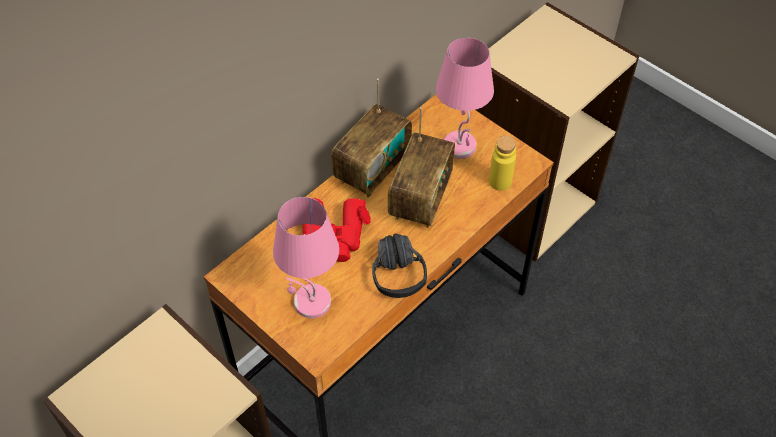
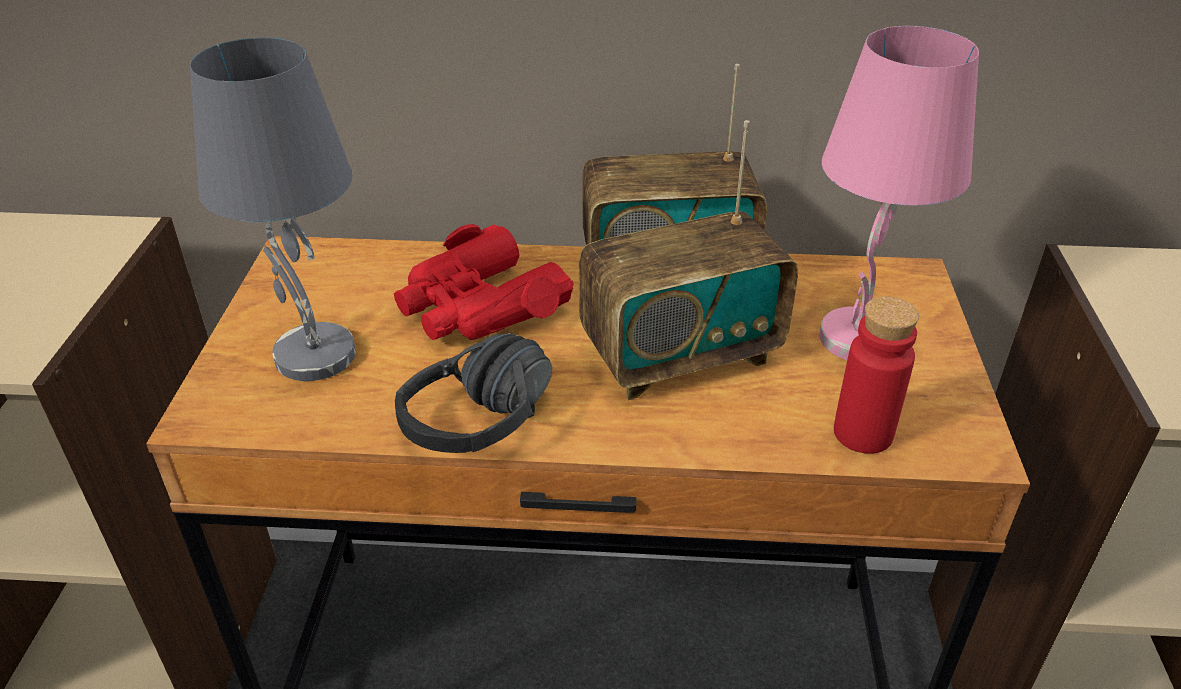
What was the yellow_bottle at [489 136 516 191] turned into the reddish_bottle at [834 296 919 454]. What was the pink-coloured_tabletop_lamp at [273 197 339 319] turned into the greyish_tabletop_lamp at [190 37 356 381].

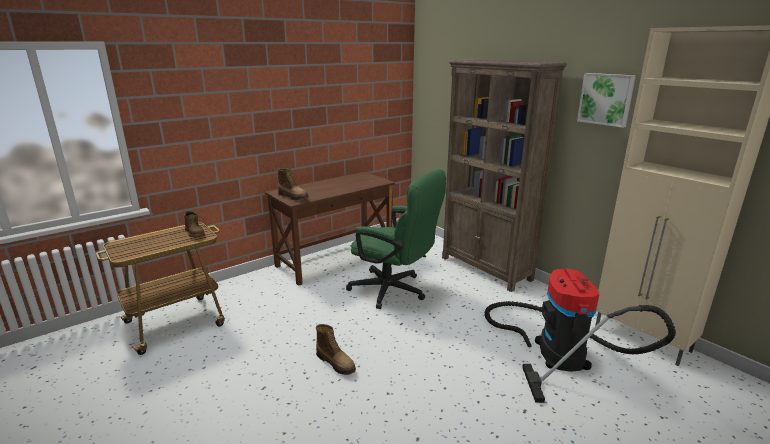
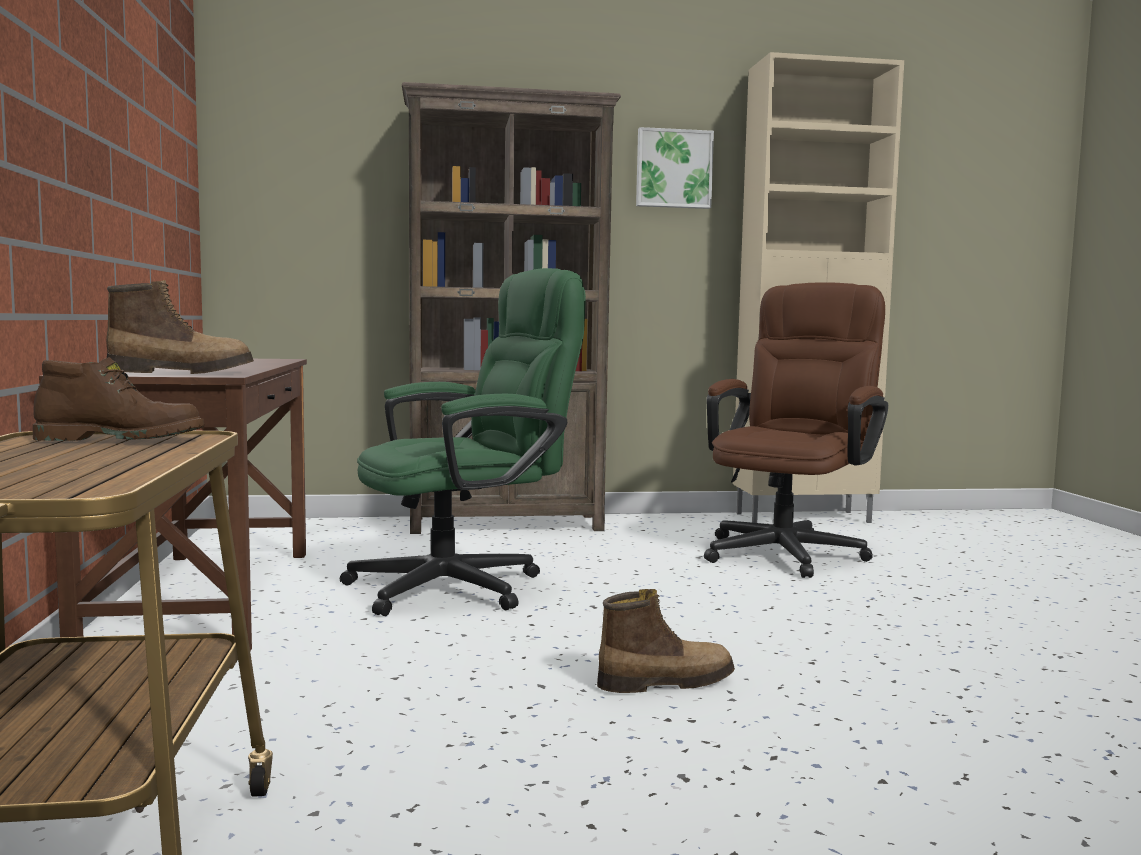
Where the vacuum stood at [485 268 676 403], the brown-coloured_desk_chair came to stand at [704 282 888 578].

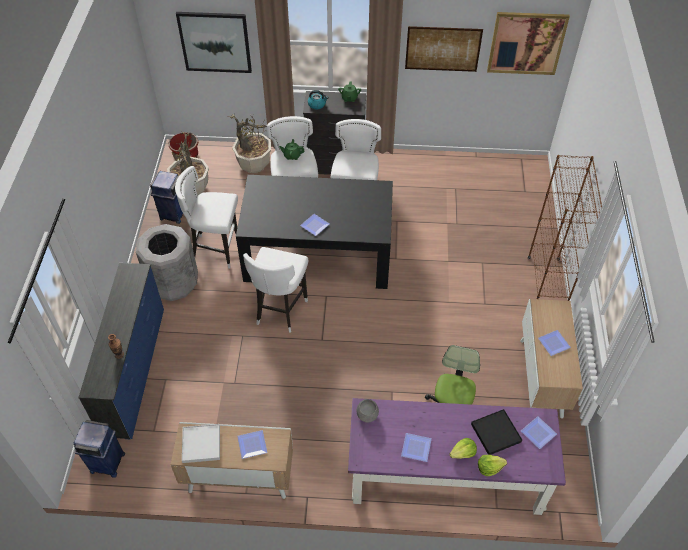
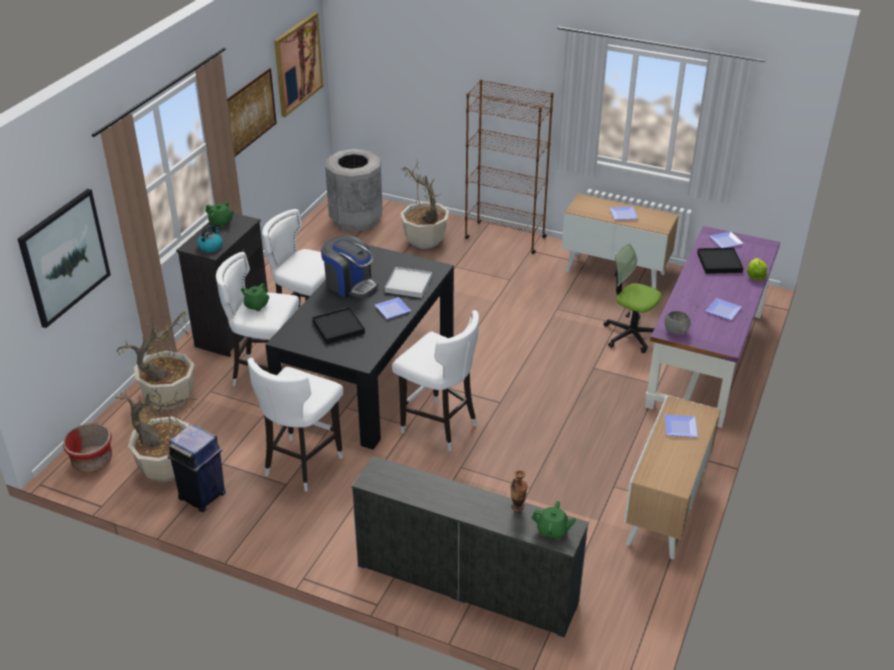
The greyish_rubbish_bin ended up elsewhere, having gone from [136 224 198 301] to [325 149 383 232]. The second view lost the bluish_rubbish_bin at [74 420 125 478]. The white_tray ended up elsewhere, having gone from [182 424 220 463] to [385 267 432 298]. The second view lost the lettuce_head at [449 438 477 459]. The second view gained the potted_plant at [400 160 449 249]. The second view gained the coffee_maker at [321 235 378 298]. The second view gained the blackish_tray at [312 307 365 344]. The second view gained the greenish_teapot at [532 501 576 539].

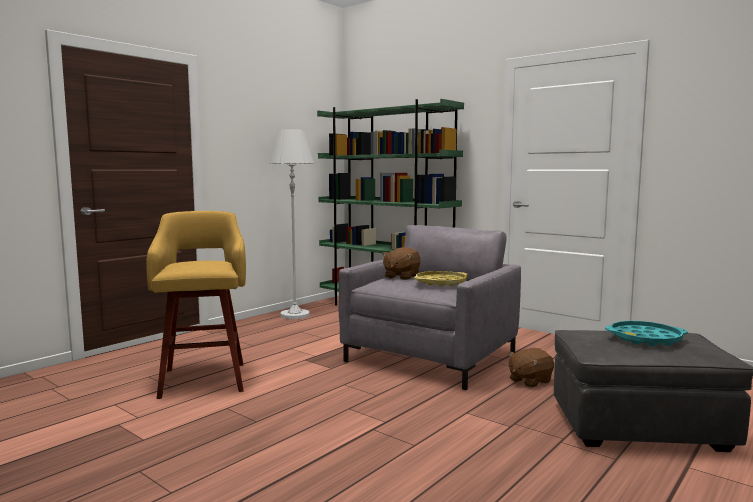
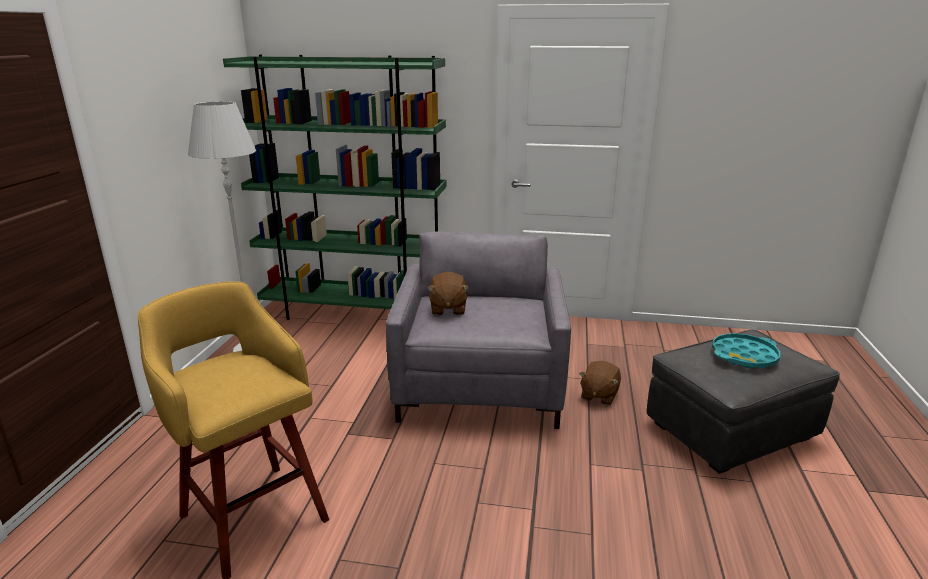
The second view lost the yellow_tray at [414 271 468 287].

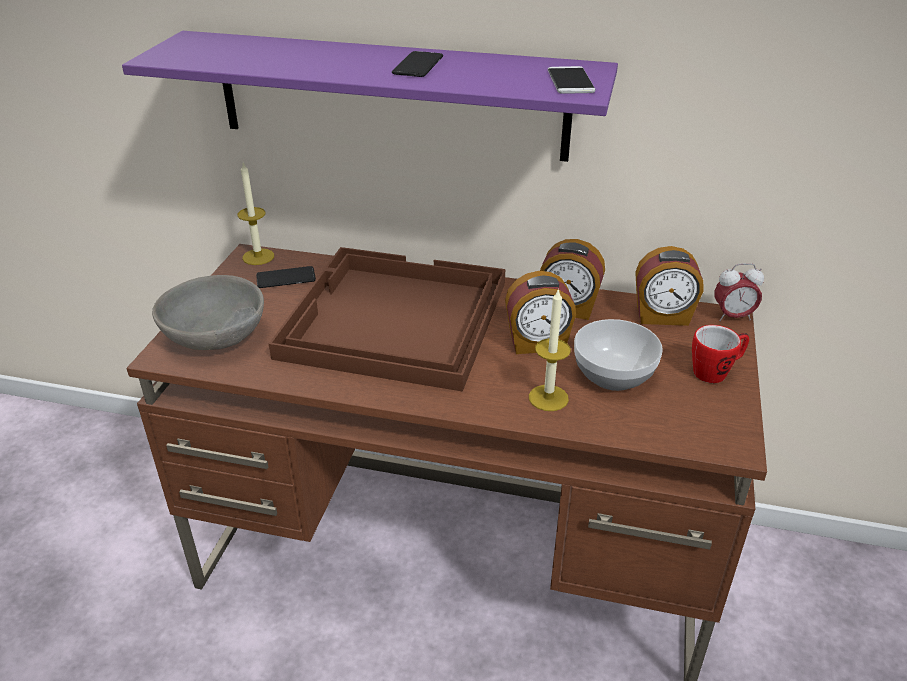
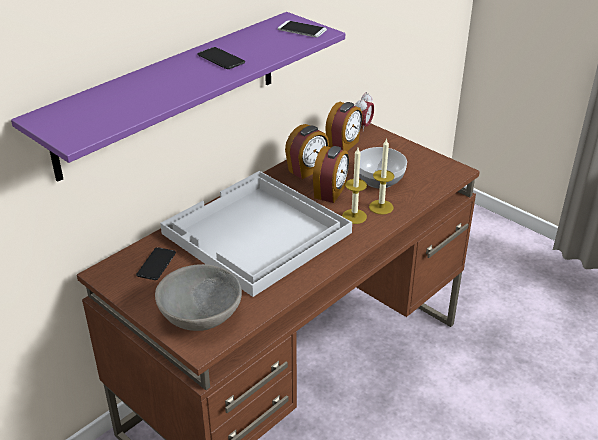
The wax_light ended up elsewhere, having gone from [237 163 274 265] to [342 148 367 224]. What was the brown-coloured_tray at [269 247 505 392] turned into the white_tray at [160 171 352 297]. The second view lost the coffee_mug at [692 325 749 383].

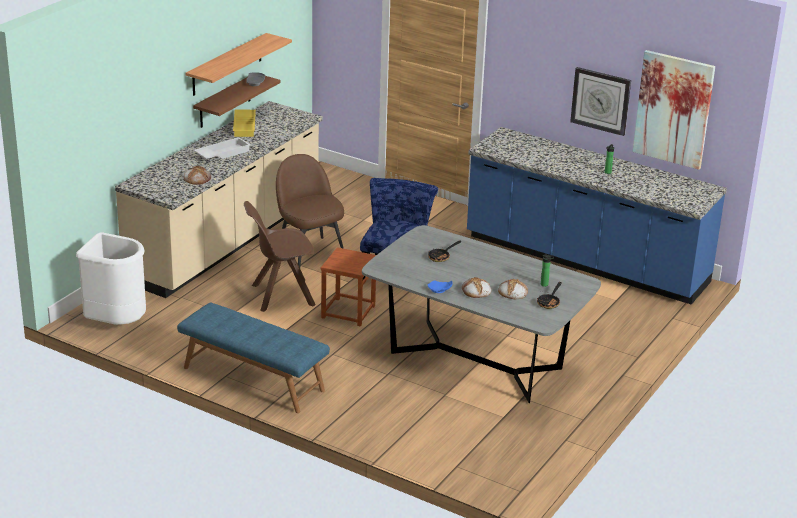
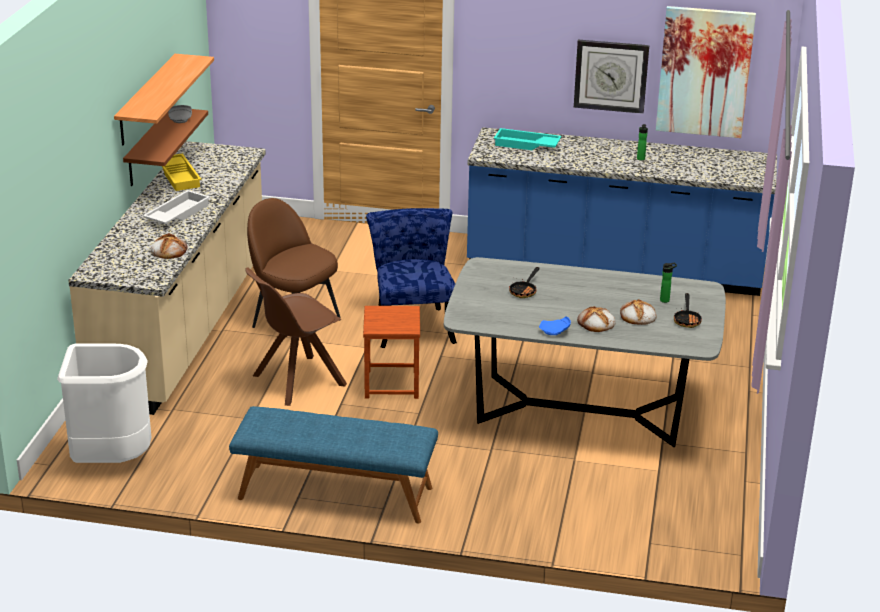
The second view gained the turquoise-coloured_tray at [494 128 561 150].

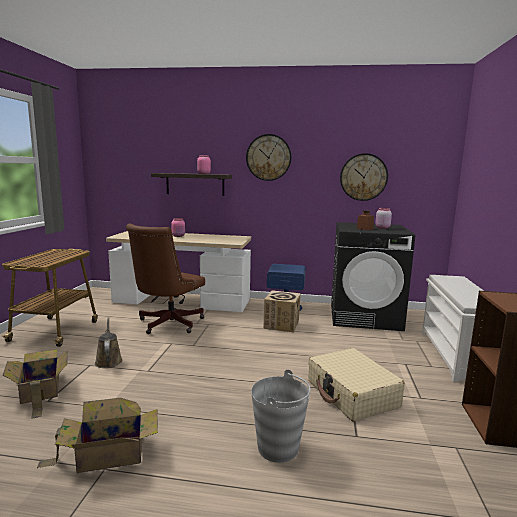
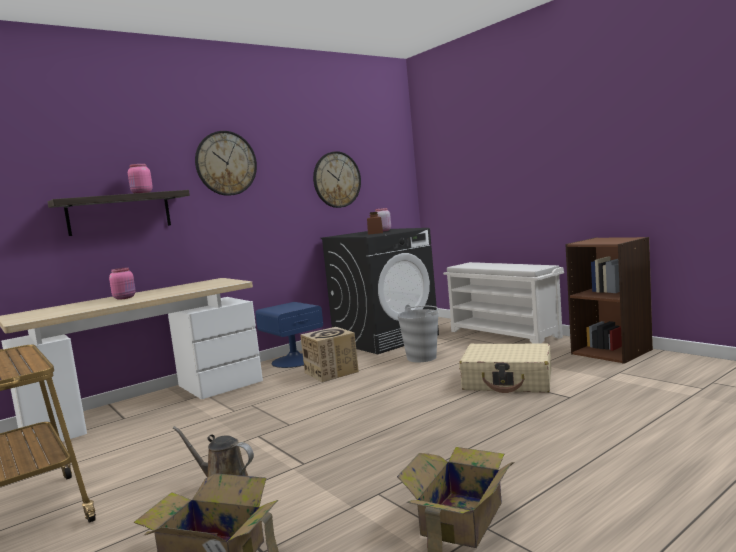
The second view lost the brown-coloured_desk_chair at [126 224 205 334]. The greyish_pail ended up elsewhere, having gone from [251 369 311 463] to [397 305 438 362].

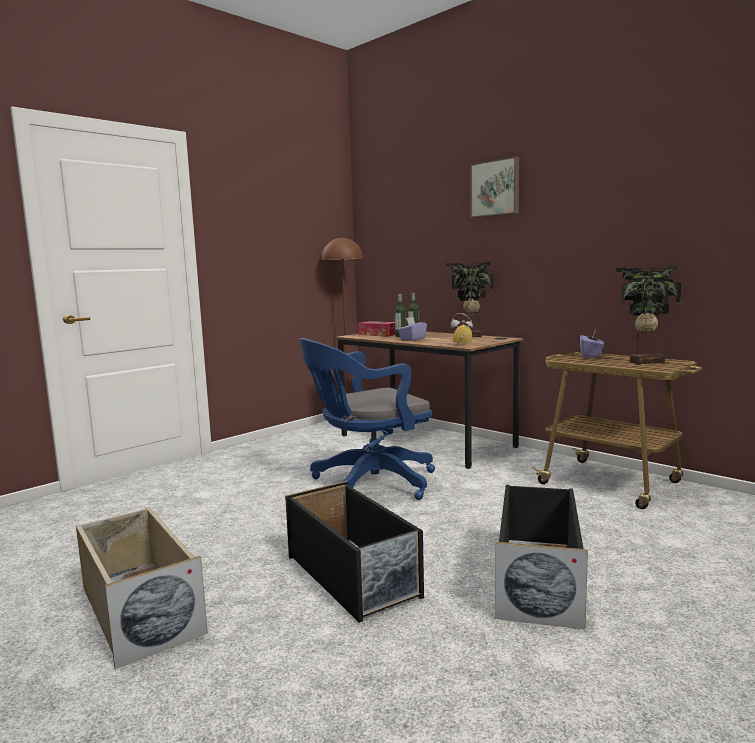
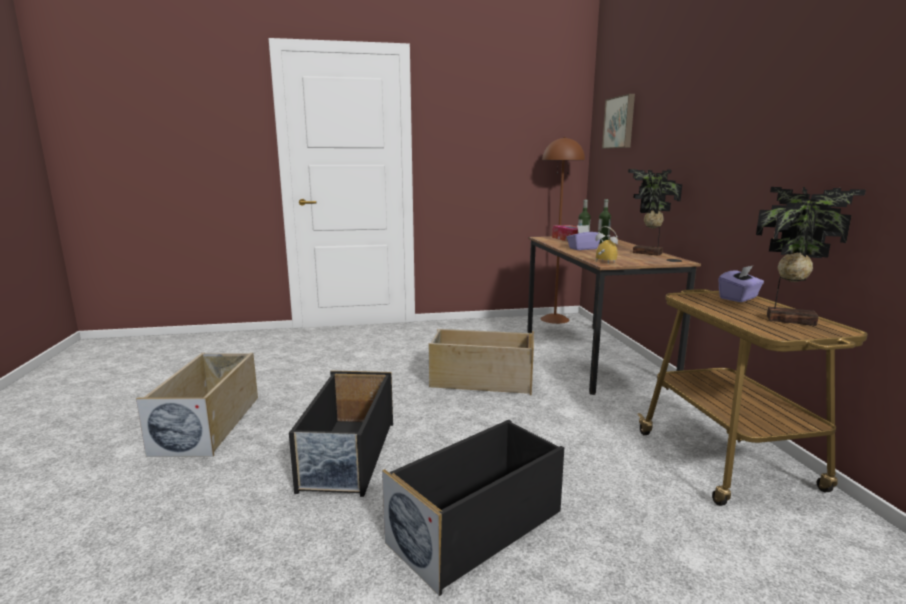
The picture ended up elsewhere, having gone from [470 156 519 218] to [602 94 635 149]. Where the bluish_desk_chair stood at [300 338 435 500], the beige_storage_bin came to stand at [429 329 534 395].

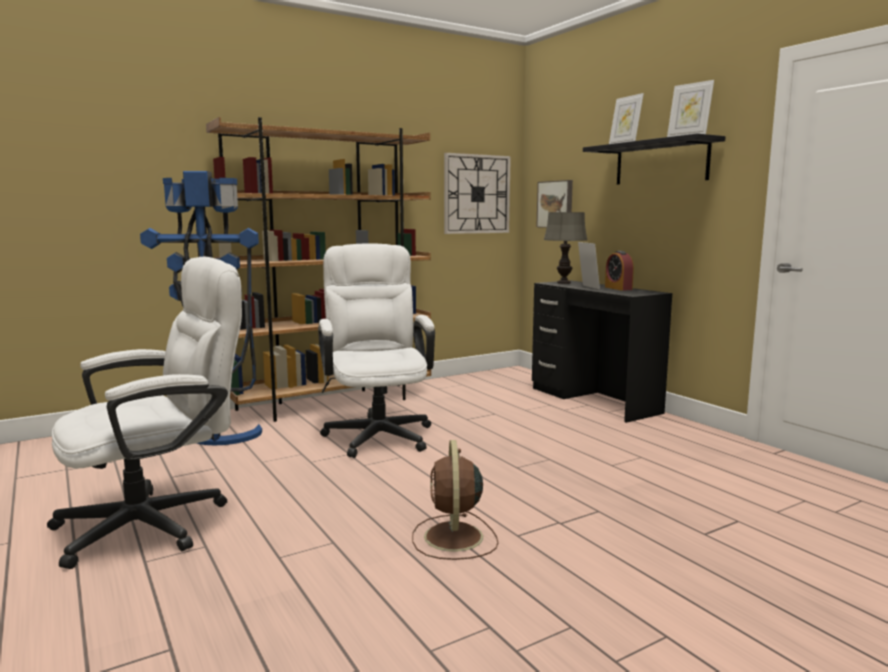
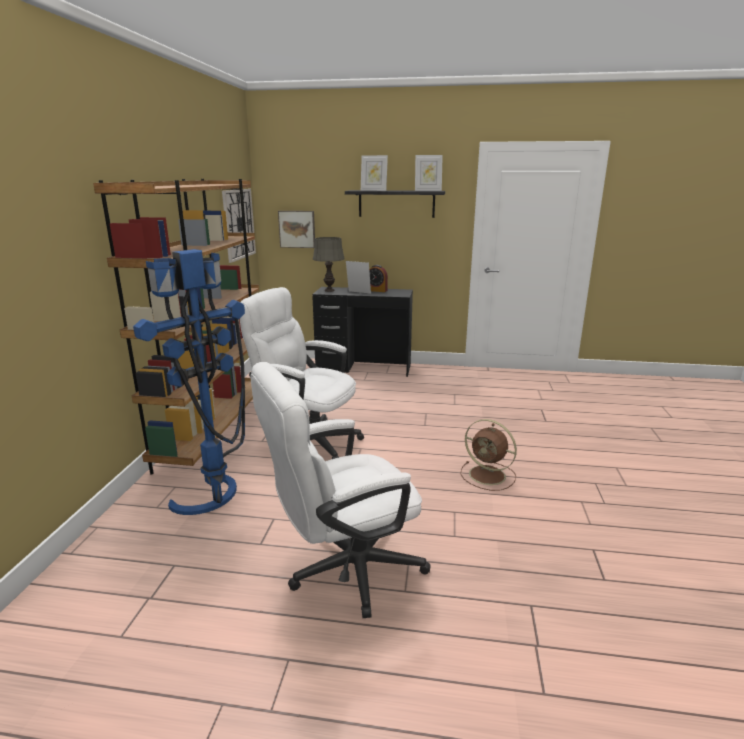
The white_desk_chair at [47 257 242 569] ended up facing another way, 120 degrees counterclockwise from before.

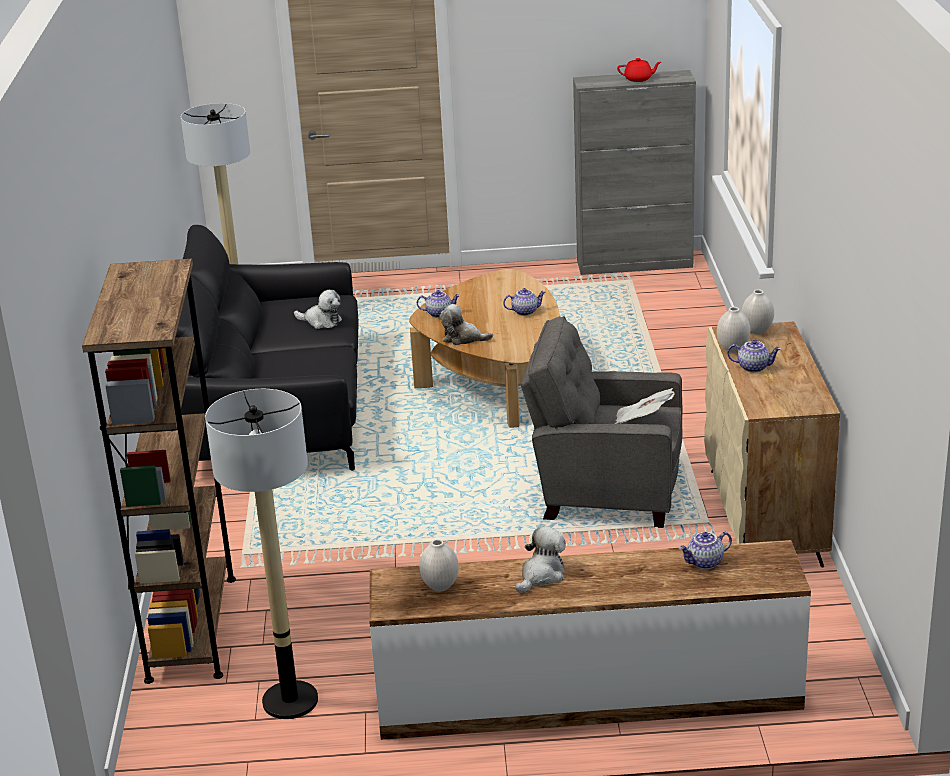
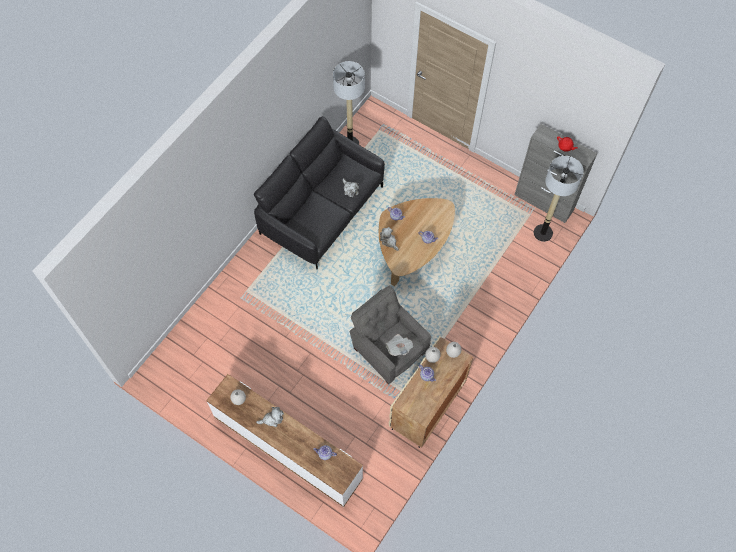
The second view lost the brown-coloured_bookshelf at [82 259 236 684]. The standing_lamp ended up elsewhere, having gone from [205 389 318 719] to [534 156 584 242].

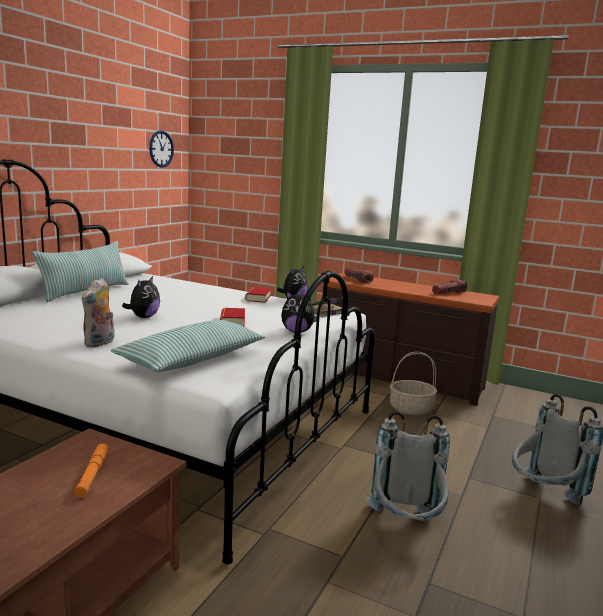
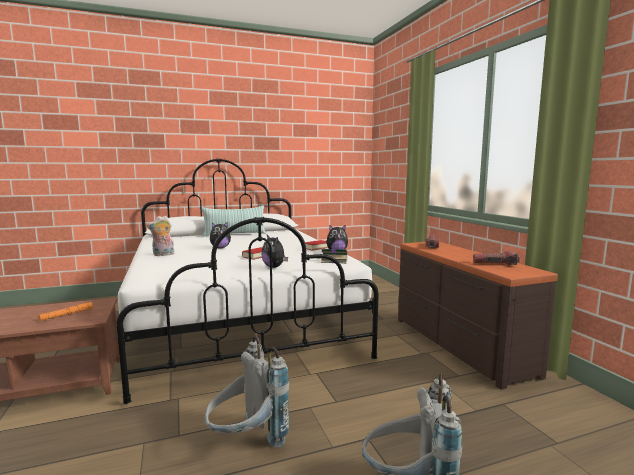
The second view lost the wall_clock at [149 130 174 168]. The second view lost the throw_pillow at [111 320 265 372]. The second view lost the storage_basket at [390 352 437 415].

